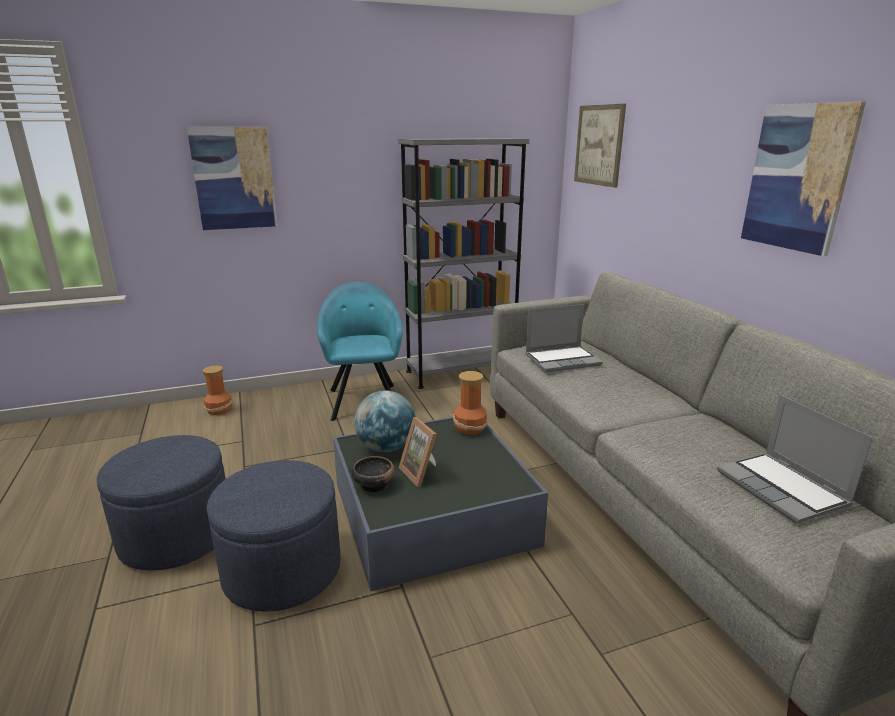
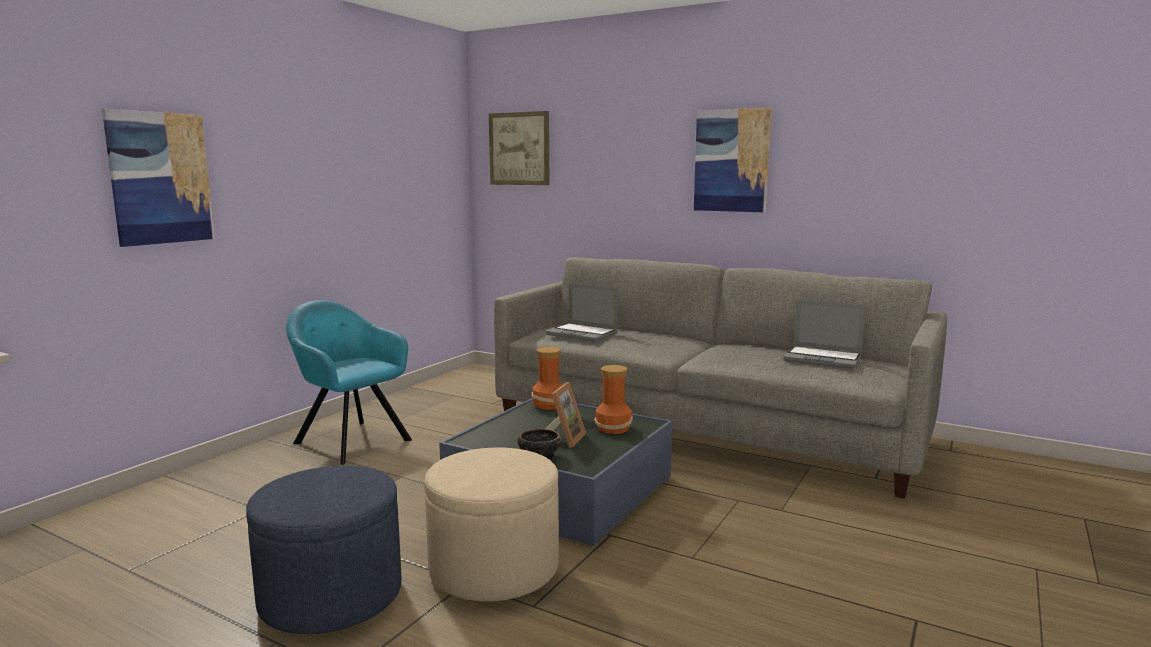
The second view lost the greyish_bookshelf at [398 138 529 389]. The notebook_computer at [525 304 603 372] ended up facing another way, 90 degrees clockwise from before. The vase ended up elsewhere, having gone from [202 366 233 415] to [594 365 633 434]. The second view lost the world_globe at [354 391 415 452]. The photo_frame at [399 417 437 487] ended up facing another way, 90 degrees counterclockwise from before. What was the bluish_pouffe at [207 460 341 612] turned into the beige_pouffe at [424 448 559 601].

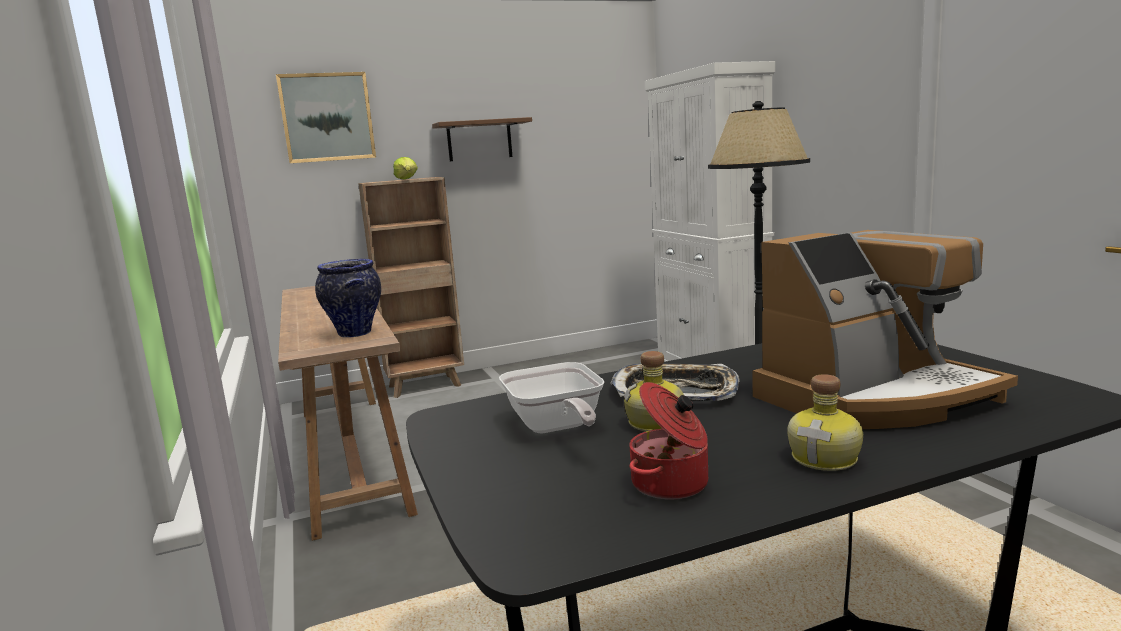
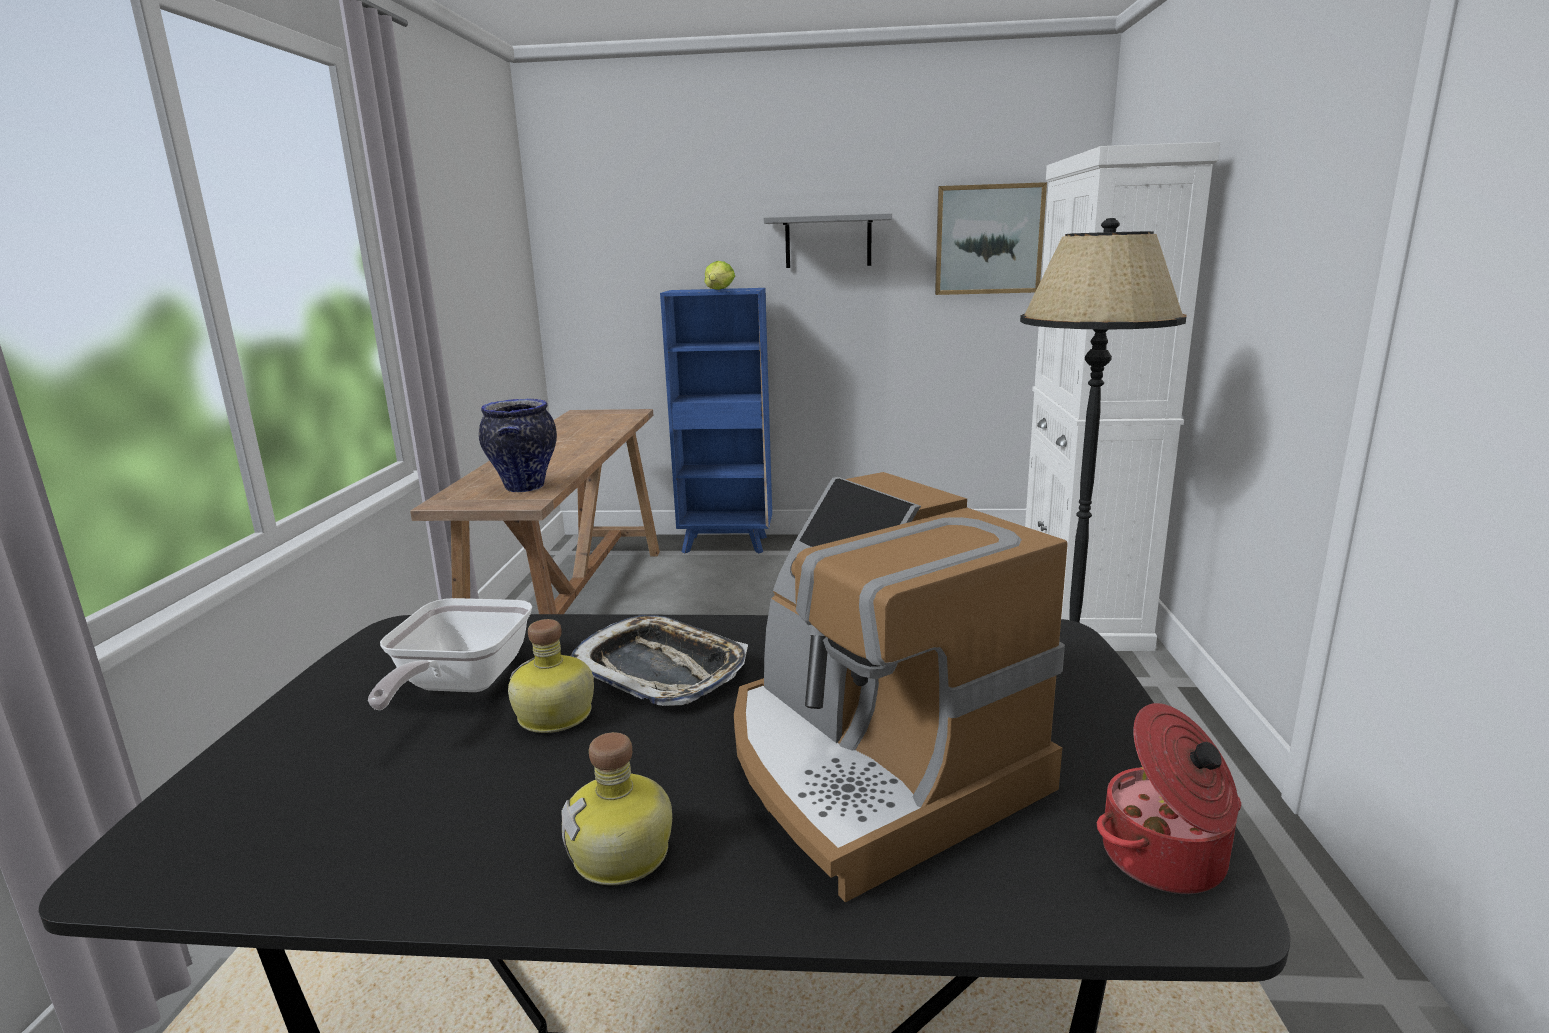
The picture ended up elsewhere, having gone from [276 72 376 163] to [935 182 1047 295]. What was the brown-coloured_bracket_shelf at [432 117 532 161] turned into the greyish_bracket_shelf at [764 213 892 268]. What was the brown-coloured_bookshelf at [358 177 464 398] turned into the bluish_bookshelf at [660 288 772 553]. The coffee_maker at [752 230 1018 429] ended up facing another way, 60 degrees clockwise from before. The saucepot ended up elsewhere, having gone from [629 382 708 499] to [1097 703 1241 894].

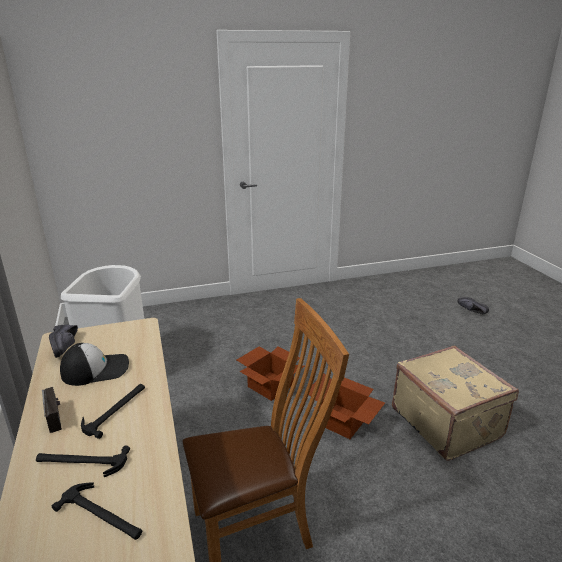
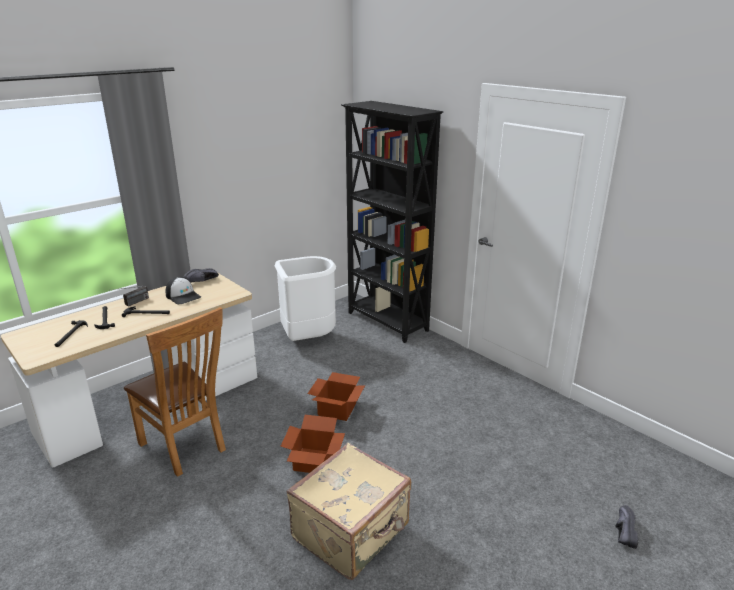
The second view gained the blackish_bookshelf at [341 101 444 343].

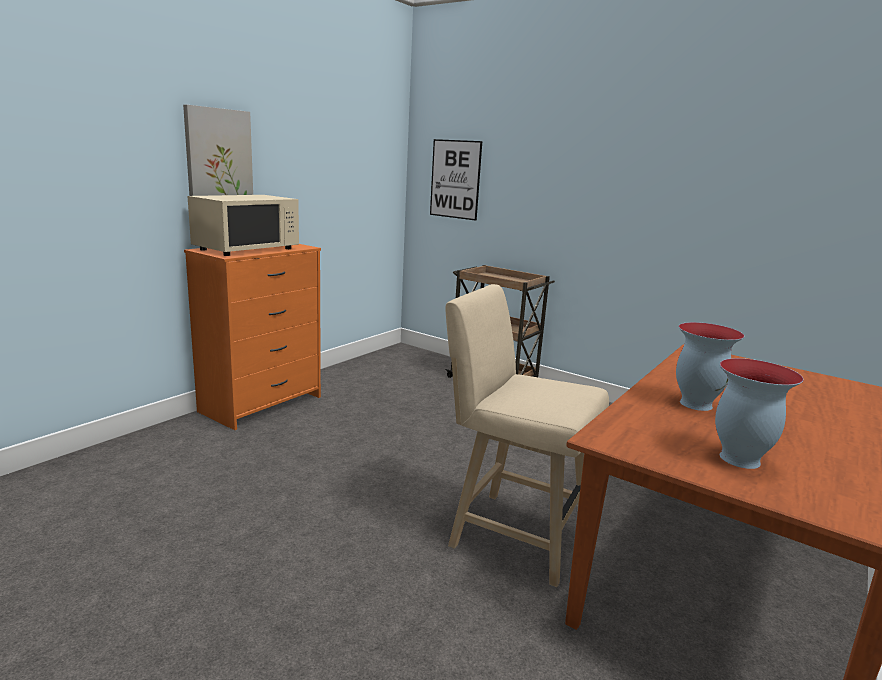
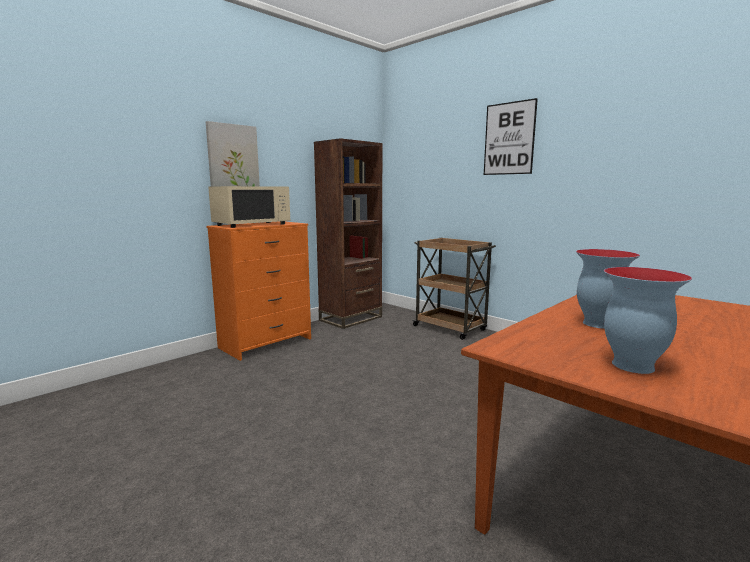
The picture ended up elsewhere, having gone from [430 139 482 221] to [484 98 538 175]. The second view lost the beige_stool_seat at [446 284 609 587]. The second view gained the brown-coloured_bookshelf at [314 138 382 329].

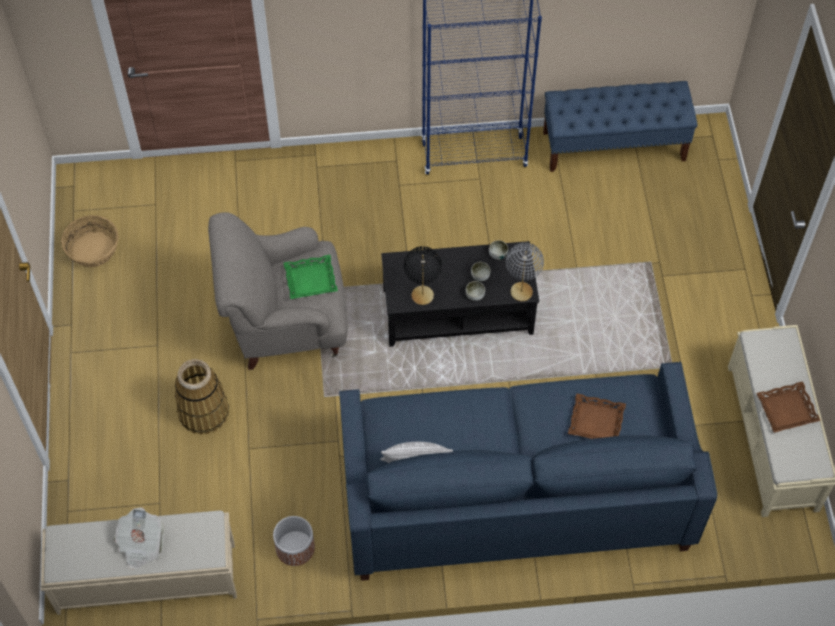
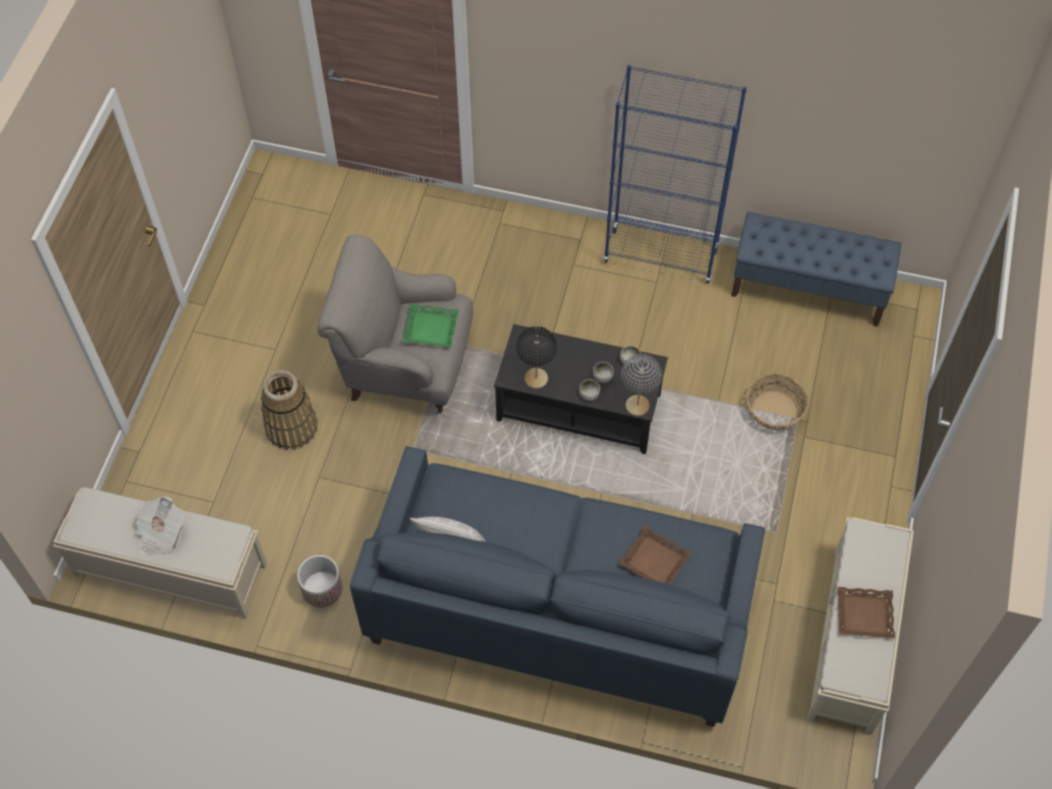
The storage_basket ended up elsewhere, having gone from [61 215 119 267] to [746 374 808 430].

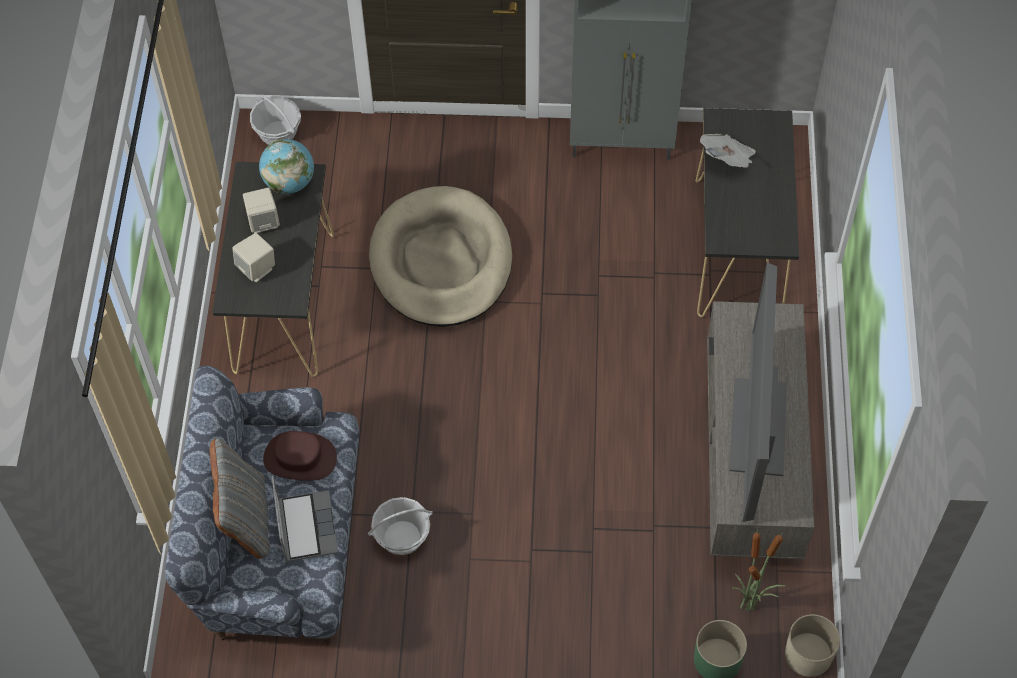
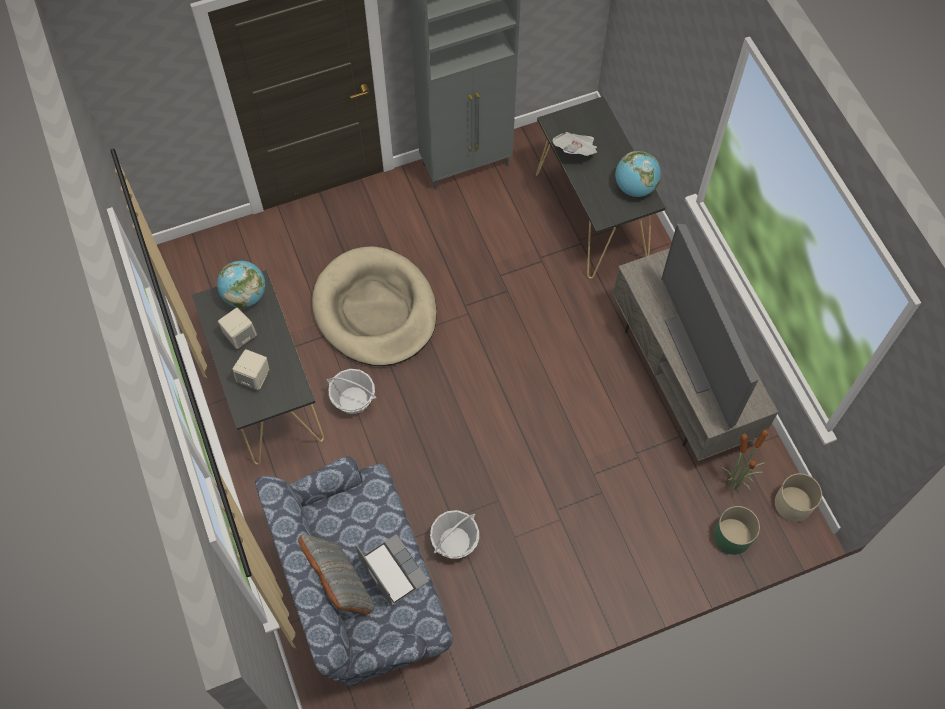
The storage_basket ended up elsewhere, having gone from [250 96 301 145] to [327 369 376 414]. The second view lost the brown-coloured_hat at [263 431 337 481]. The second view gained the world_globe at [615 151 661 197].

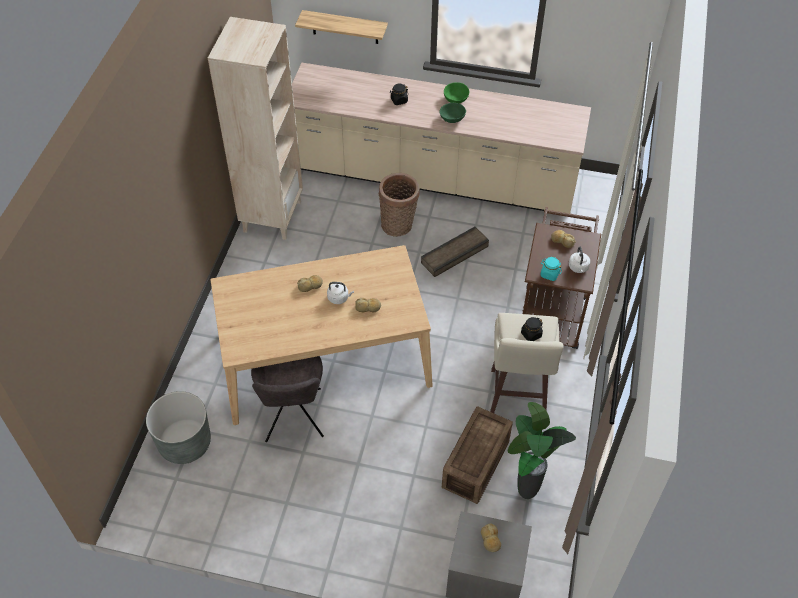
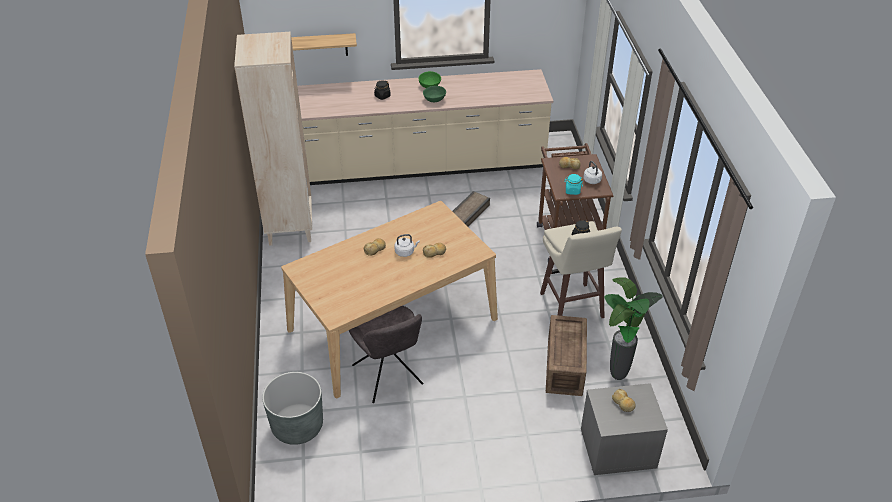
The second view lost the storage_basket at [379 173 420 237].

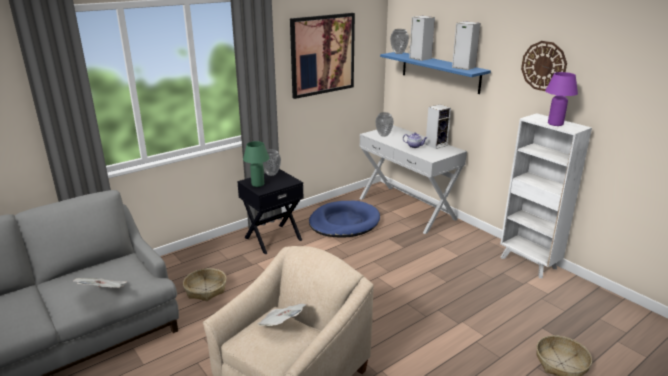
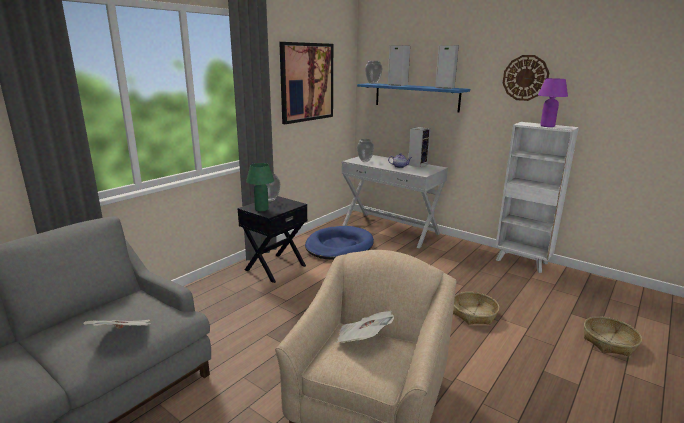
The storage_basket ended up elsewhere, having gone from [183 268 226 301] to [453 292 499 325].

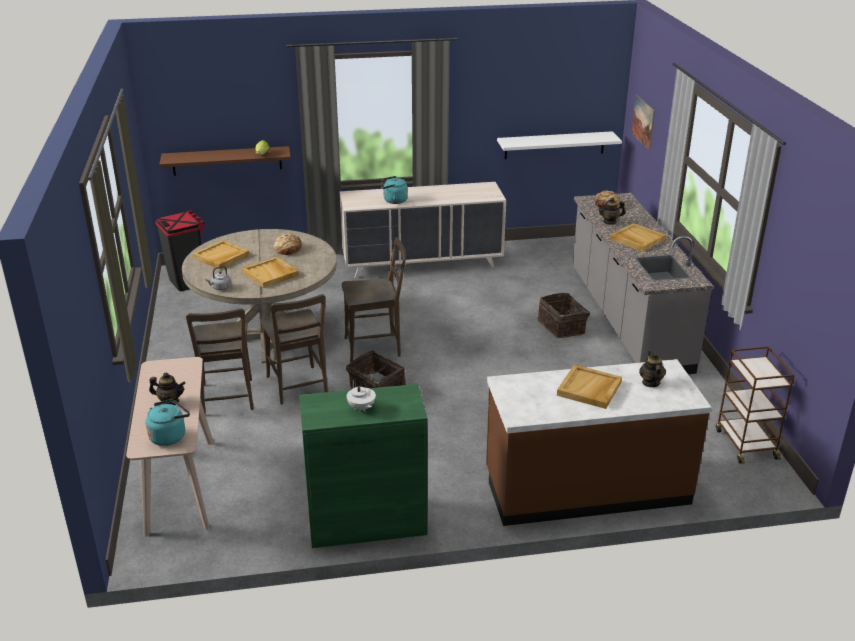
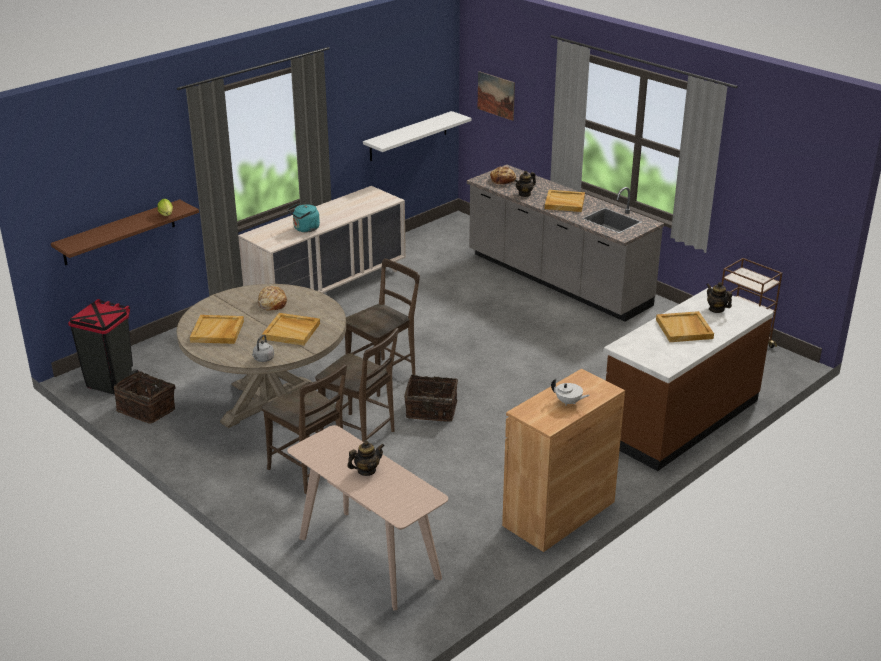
The storage_basket ended up elsewhere, having gone from [537 293 590 338] to [114 371 176 424]. What was the greenish_cabinet at [299 384 428 548] turned into the brown-coloured_cabinet at [502 369 625 552]. The second view lost the turquoise-coloured_water_kettle at [146 399 190 446].

